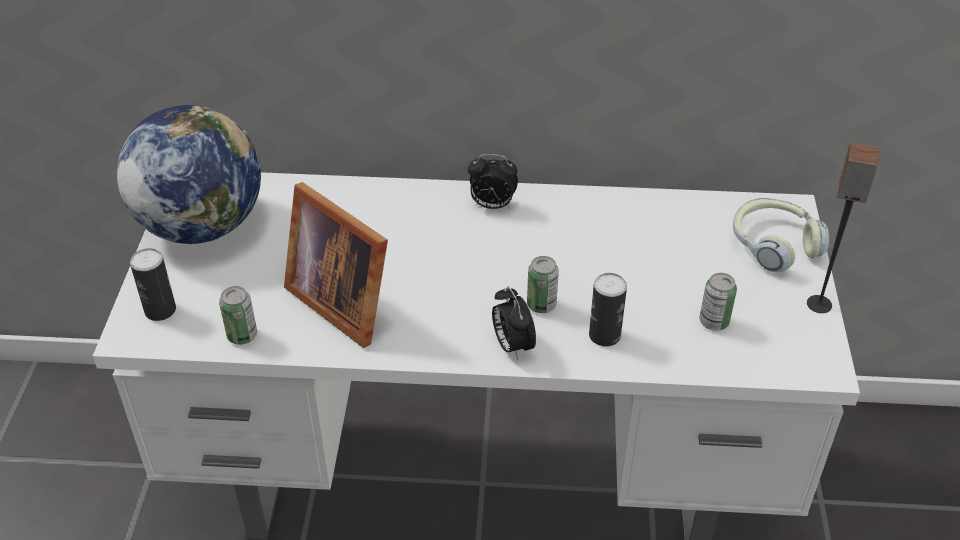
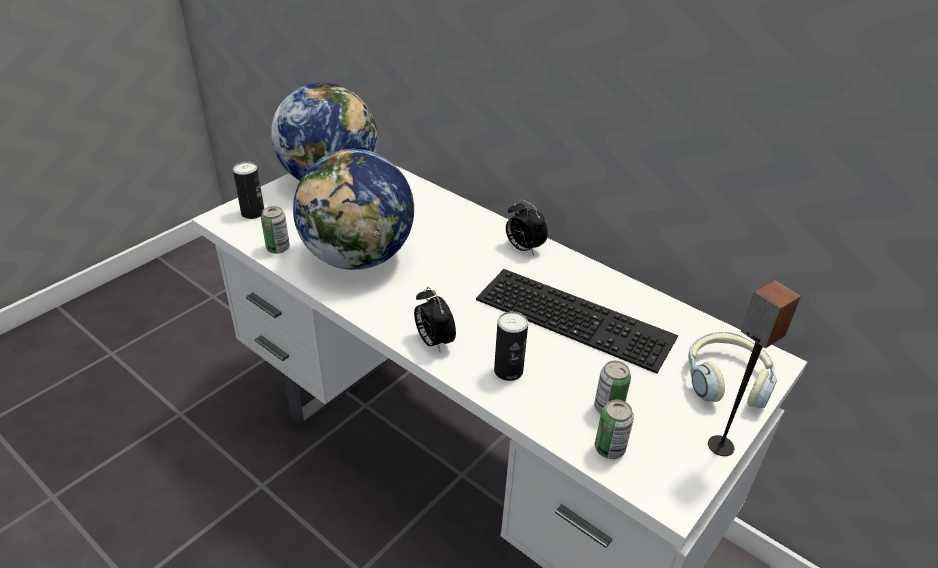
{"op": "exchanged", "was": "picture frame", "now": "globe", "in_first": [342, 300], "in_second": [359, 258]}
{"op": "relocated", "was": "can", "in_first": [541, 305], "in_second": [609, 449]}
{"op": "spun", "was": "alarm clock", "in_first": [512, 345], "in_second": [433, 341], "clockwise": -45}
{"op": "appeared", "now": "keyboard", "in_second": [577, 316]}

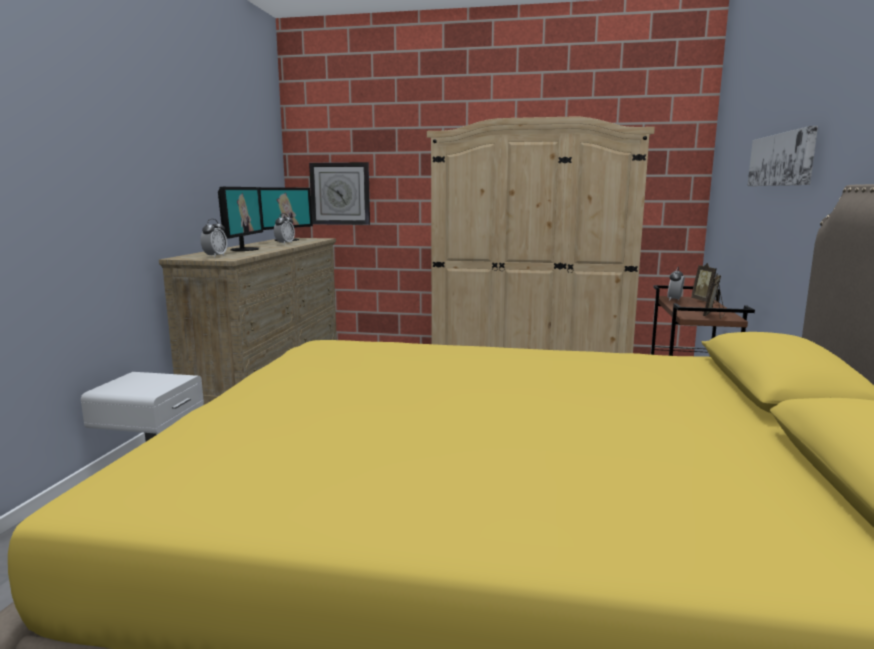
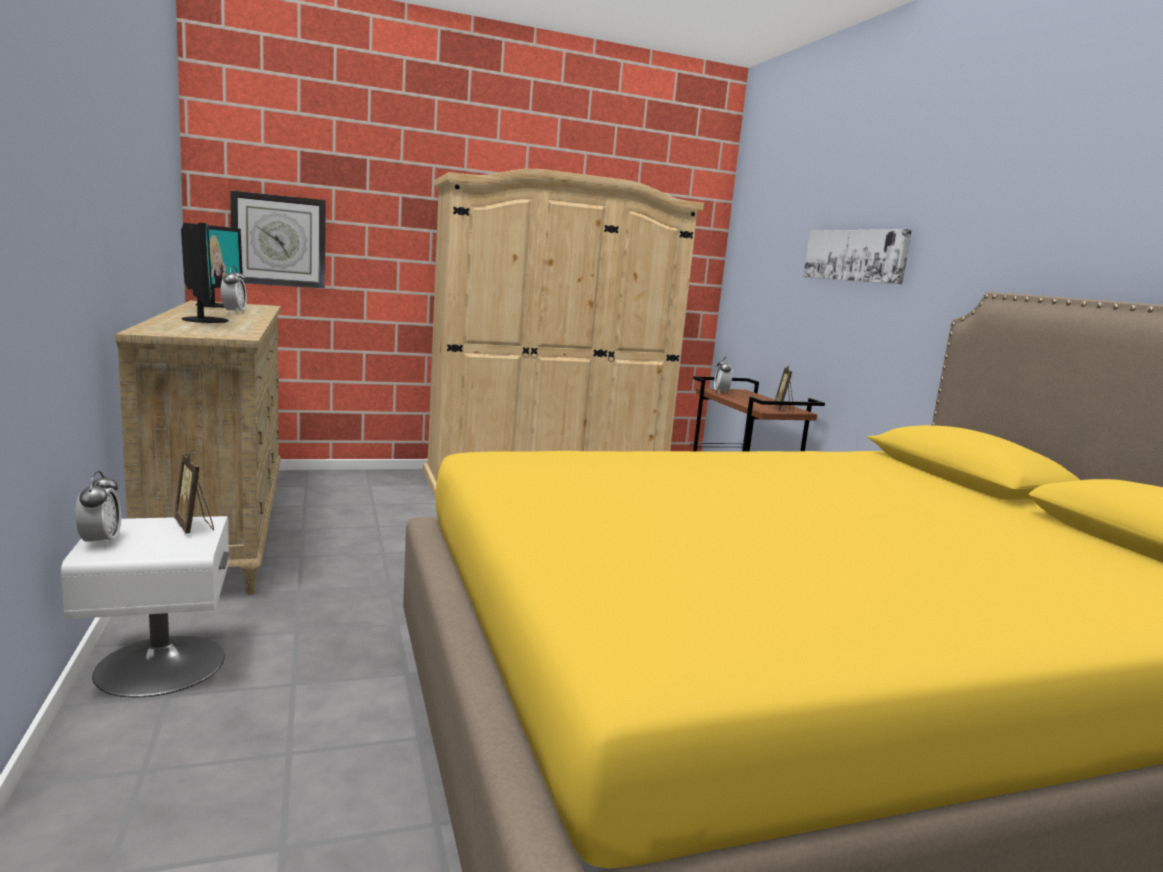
{"op": "relocated", "was": "alarm clock", "in_first": [215, 256], "in_second": [100, 542]}
{"op": "relocated", "was": "picture frame", "in_first": [704, 301], "in_second": [194, 526]}

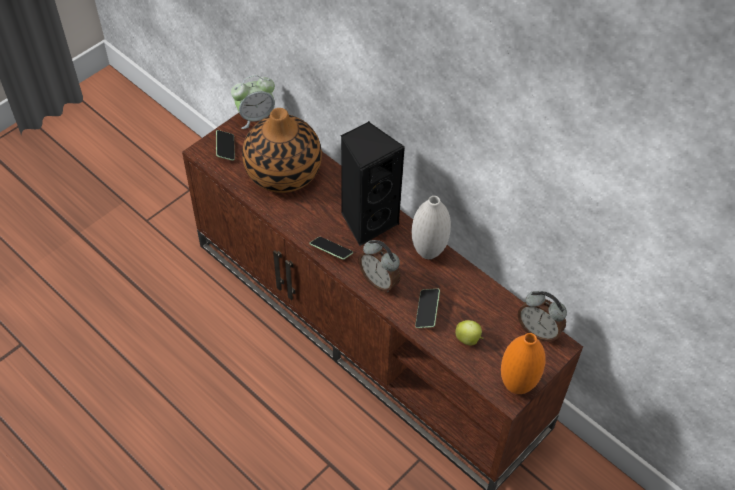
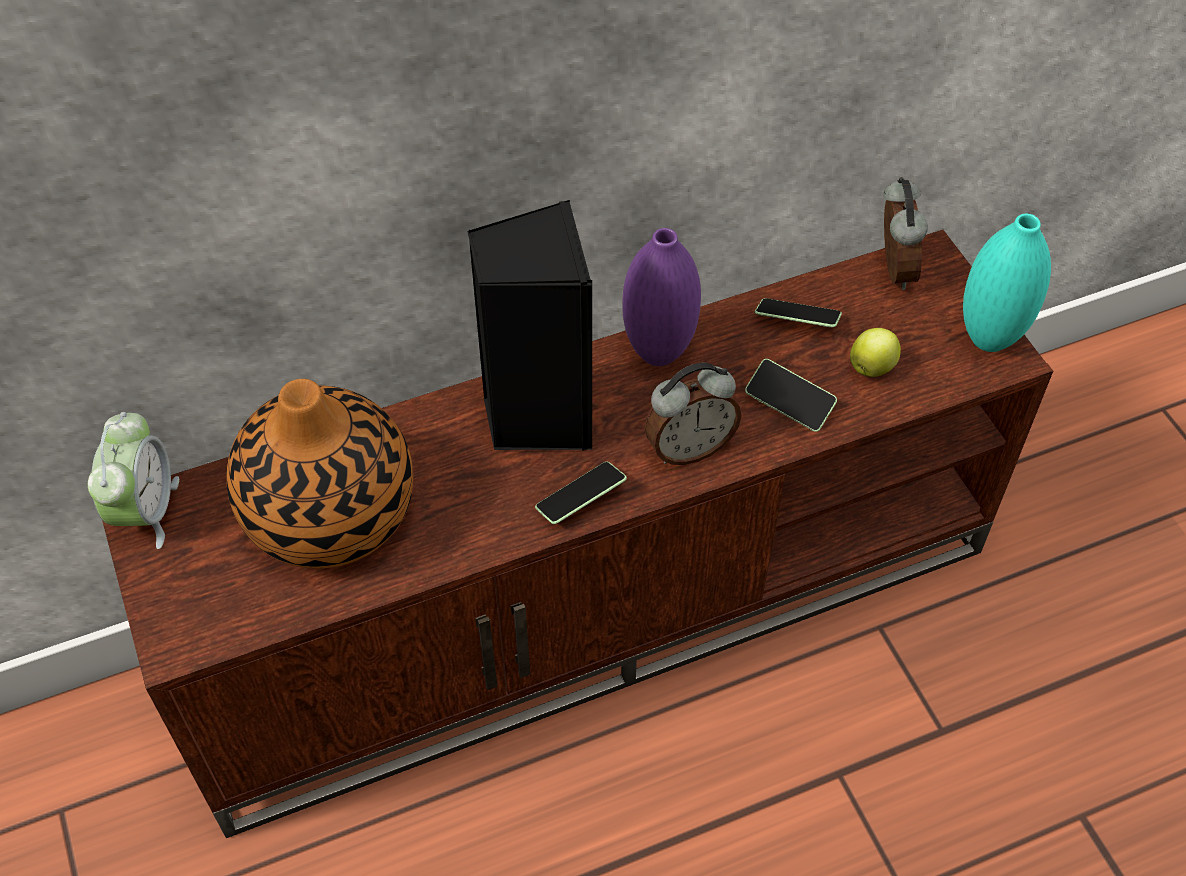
{"op": "relocated", "was": "phone", "in_first": [225, 149], "in_second": [796, 320]}
{"op": "colour", "was": "vase (white)", "now": "vase (purple)", "in_first": [428, 252], "in_second": [658, 352]}
{"op": "spun", "was": "alarm clock", "in_first": [538, 330], "in_second": [892, 270], "clockwise": -60}
{"op": "colour", "was": "vase (orange)", "now": "vase (turquoise)", "in_first": [517, 385], "in_second": [989, 338]}

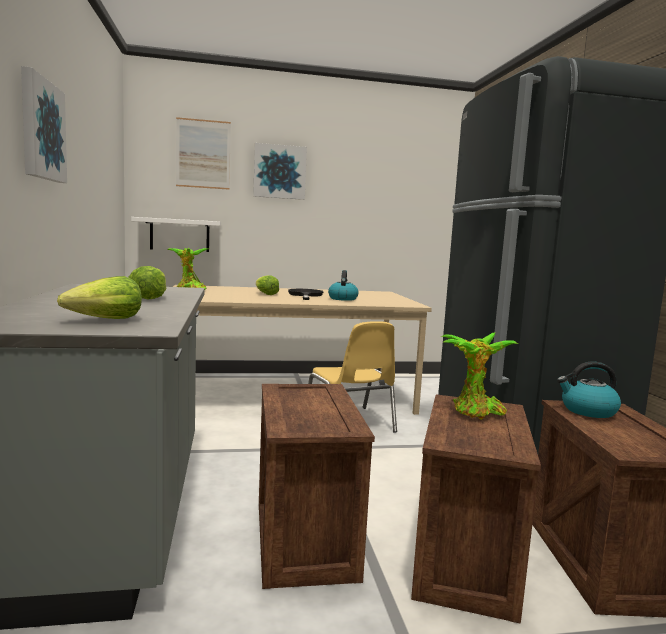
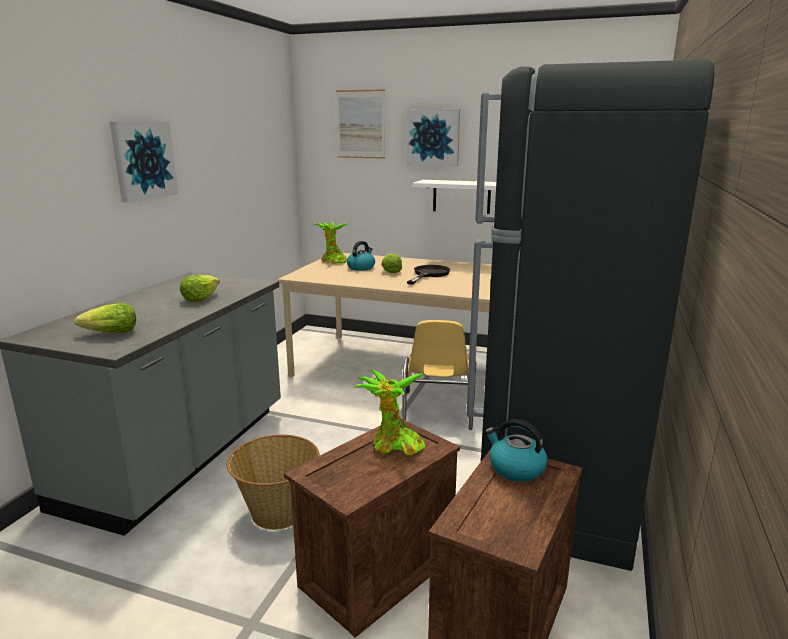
{"op": "relocated", "was": "shelf (white)", "in_first": [180, 235], "in_second": [461, 196]}
{"op": "relocated", "was": "kettle", "in_first": [342, 298], "in_second": [361, 267]}
{"op": "exchanged", "was": "crate", "now": "basket", "in_first": [302, 538], "in_second": [277, 511]}

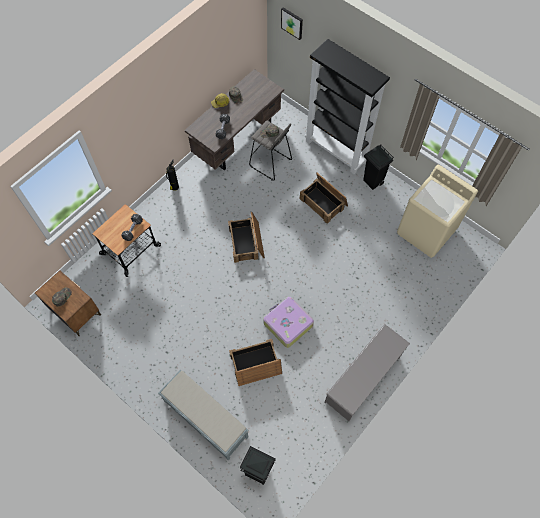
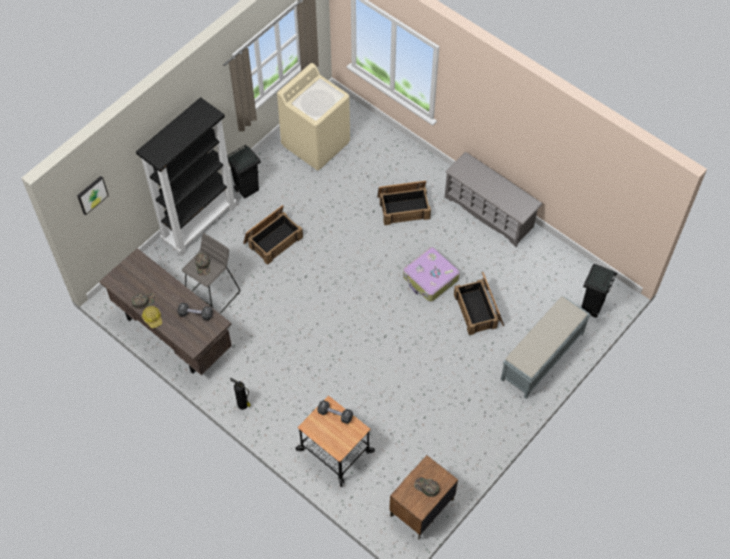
{"op": "relocated", "was": "crate", "in_first": [247, 242], "in_second": [404, 207]}

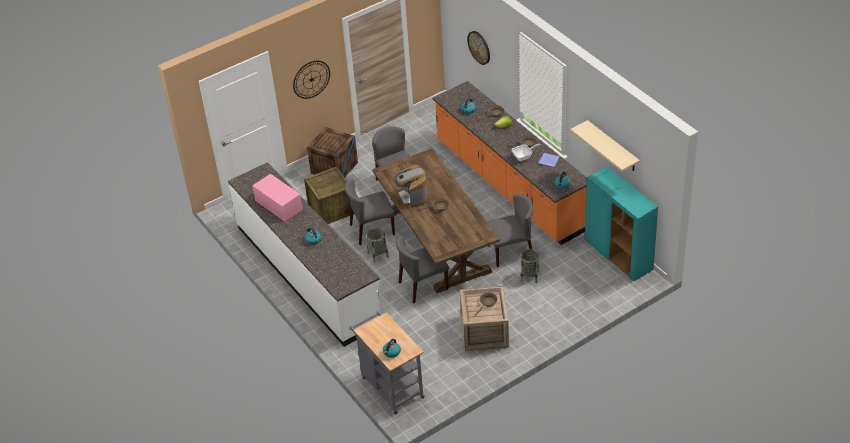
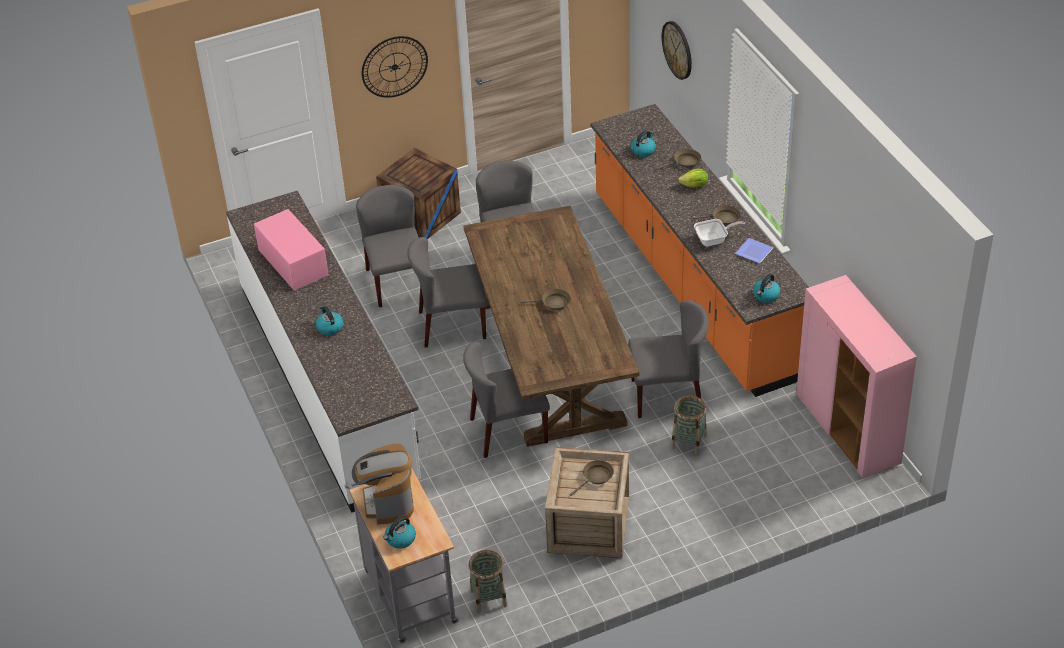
{"op": "missing", "was": "shelf (beige)", "in_first": [612, 146]}
{"op": "relocated", "was": "coffee machine", "in_first": [412, 197], "in_second": [388, 502]}
{"op": "colour", "was": "cabinet (turquoise)", "now": "cabinet (pink)", "in_first": [619, 255], "in_second": [848, 430]}
{"op": "exchanged", "was": "crate", "now": "chair (grey)", "in_first": [331, 209], "in_second": [396, 282]}
{"op": "relocated", "was": "basket", "in_first": [377, 255], "in_second": [488, 598]}

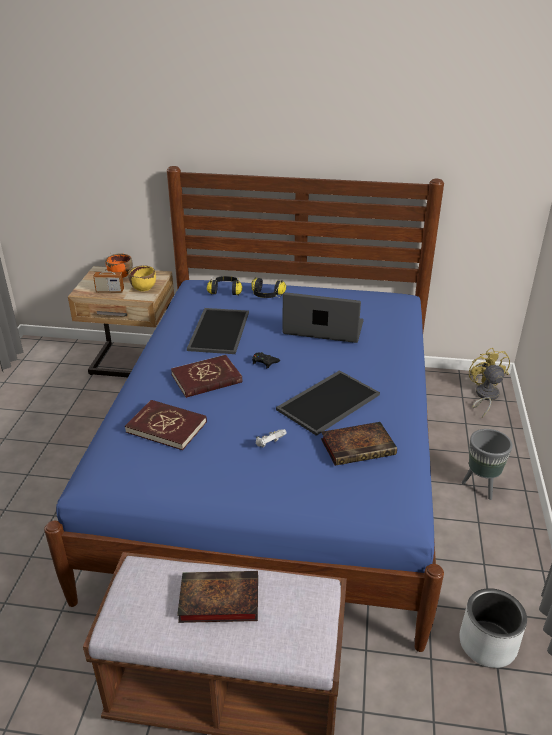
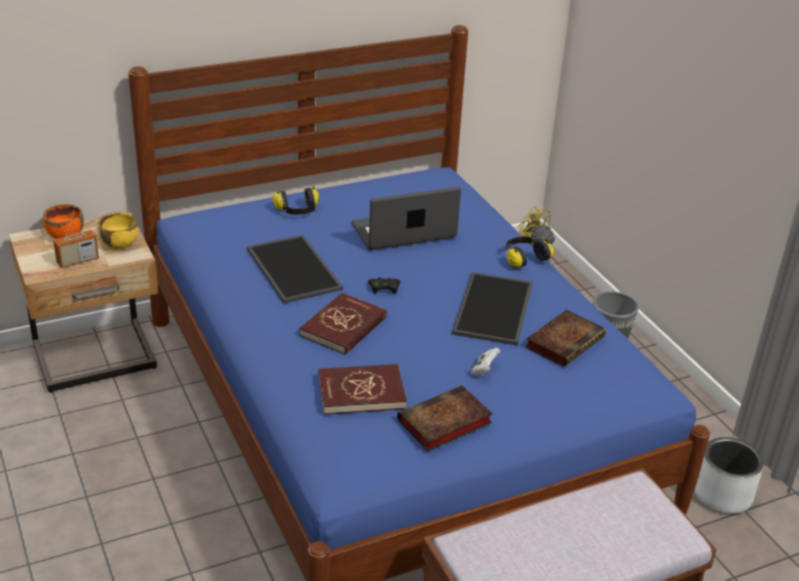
{"op": "relocated", "was": "headphones", "in_first": [225, 291], "in_second": [524, 258]}
{"op": "relocated", "was": "book", "in_first": [217, 600], "in_second": [443, 423]}

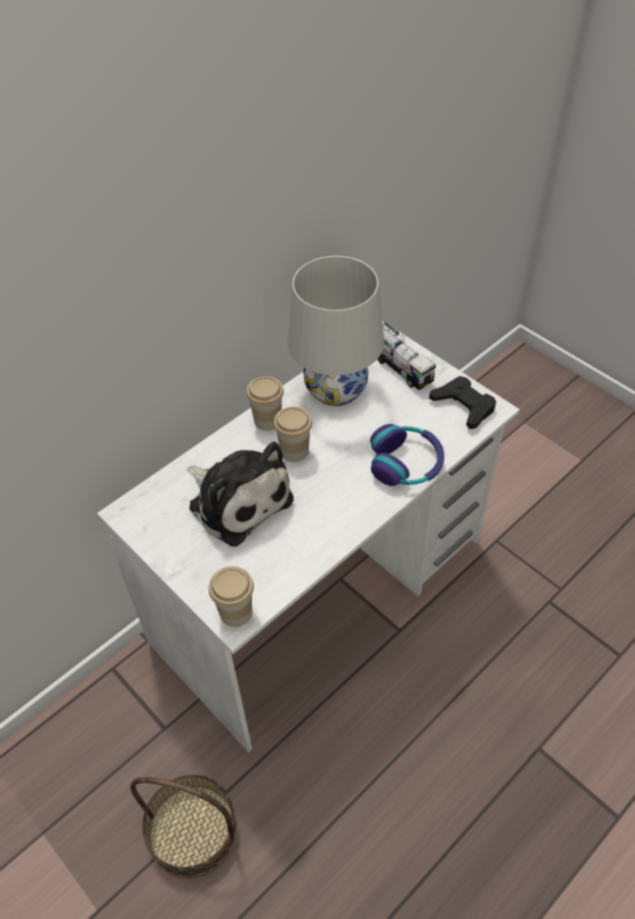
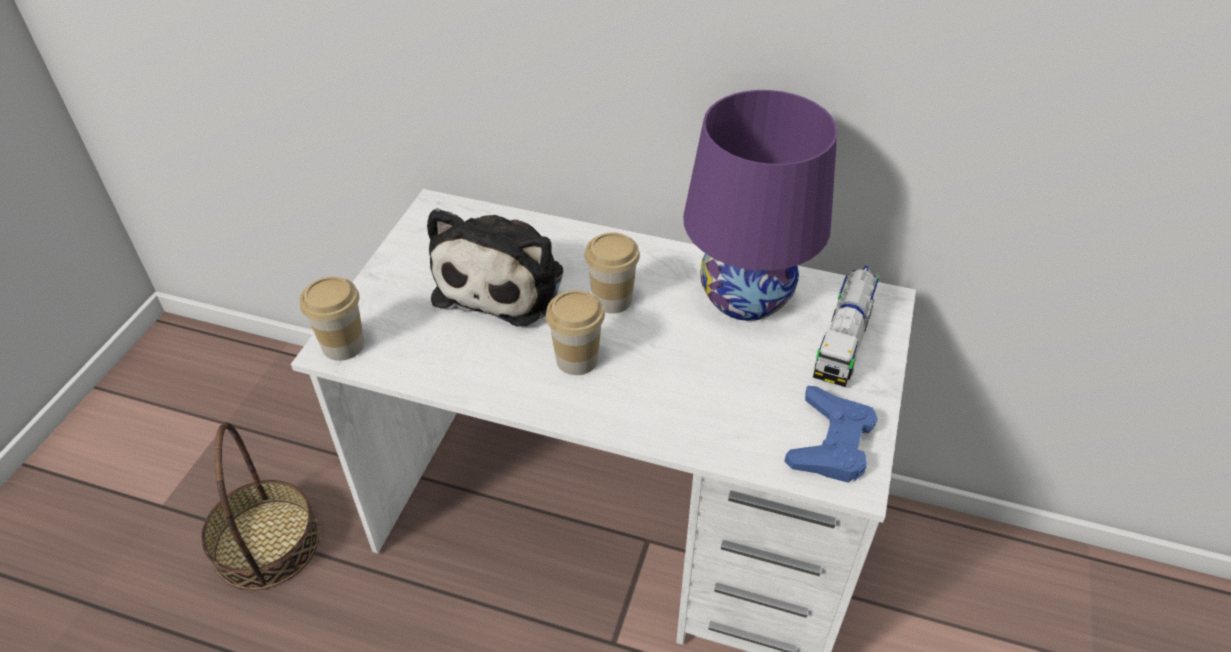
{"op": "colour", "was": "table lamp (white)", "now": "table lamp (purple)", "in_first": [335, 389], "in_second": [745, 296]}
{"op": "relocated", "was": "cup", "in_first": [267, 420], "in_second": [577, 359]}
{"op": "colour", "was": "game controller (black)", "now": "game controller (blue)", "in_first": [463, 406], "in_second": [830, 442]}
{"op": "missing", "was": "headphones", "in_first": [406, 463]}

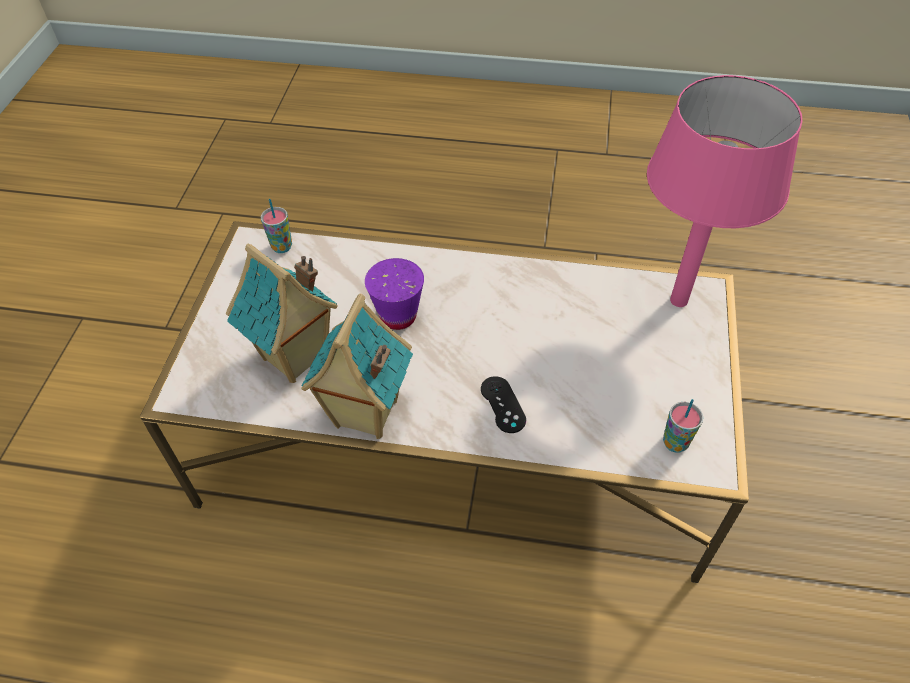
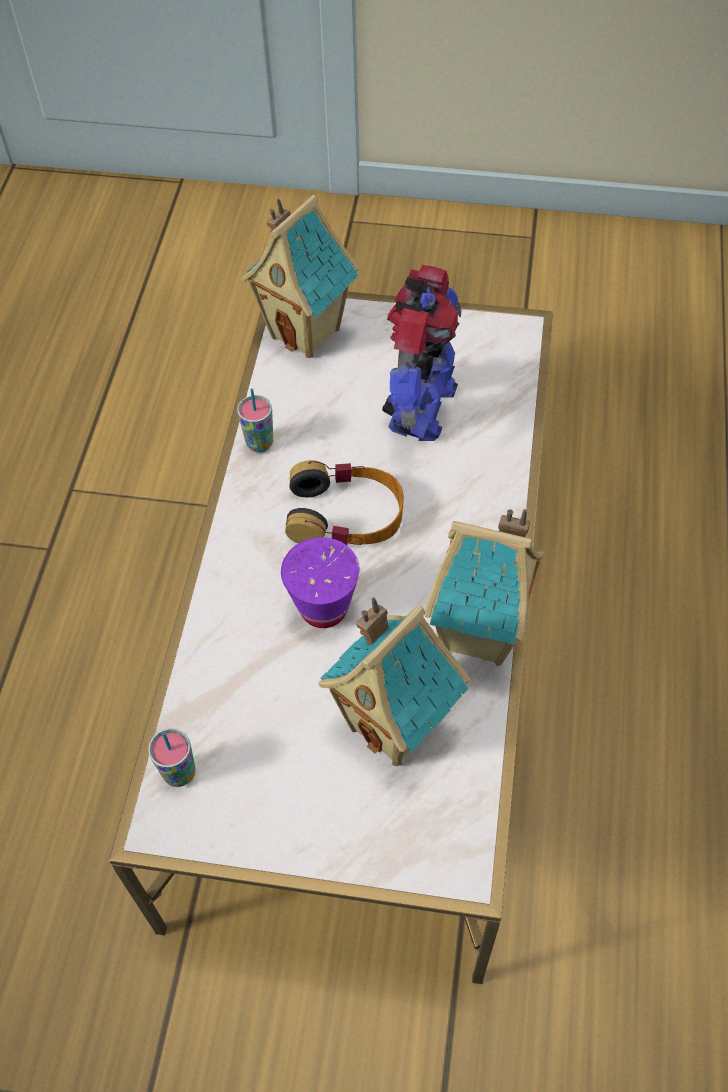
{"op": "exchanged", "was": "table lamp (pink)", "now": "toy house", "in_first": [678, 301], "in_second": [307, 332]}
{"op": "missing", "was": "game controller (black)", "in_first": [503, 404]}
{"op": "relocated", "was": "cup", "in_first": [675, 443], "in_second": [260, 443]}
{"op": "appeared", "now": "toy robot", "in_second": [419, 408]}
{"op": "appeared", "now": "headphones", "in_second": [346, 515]}

